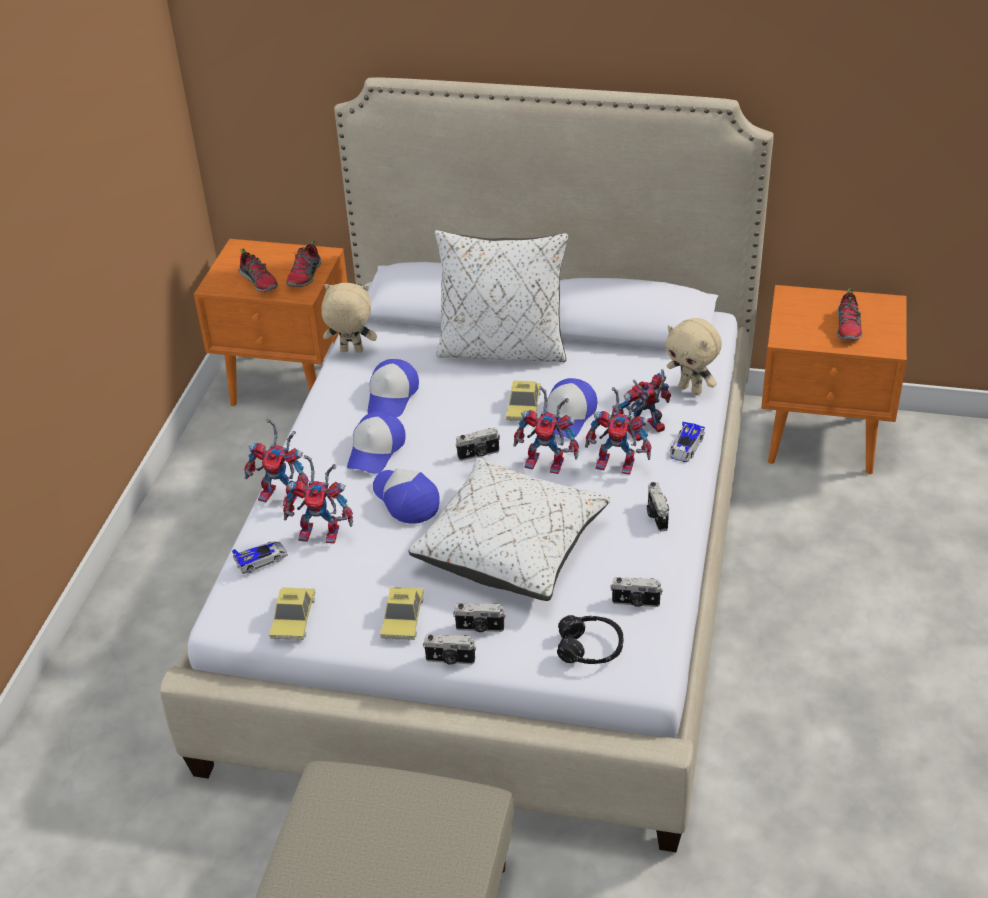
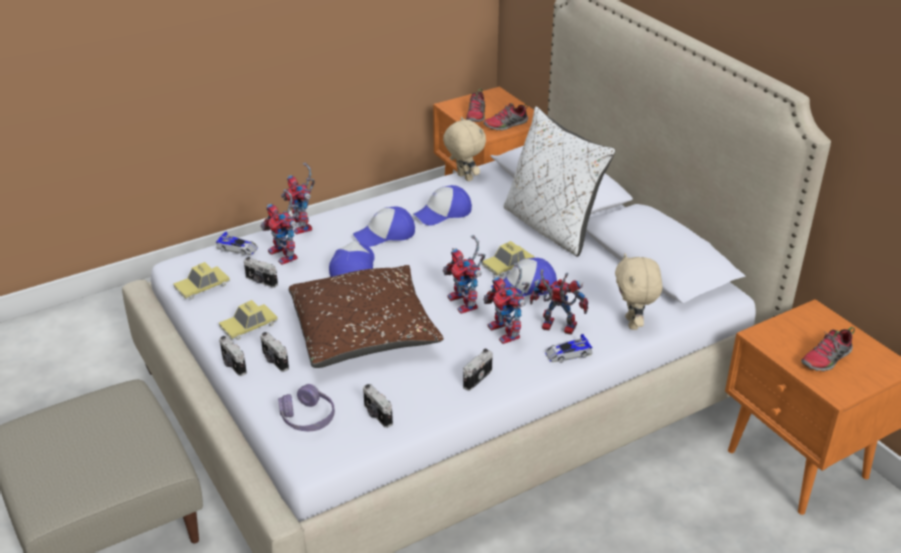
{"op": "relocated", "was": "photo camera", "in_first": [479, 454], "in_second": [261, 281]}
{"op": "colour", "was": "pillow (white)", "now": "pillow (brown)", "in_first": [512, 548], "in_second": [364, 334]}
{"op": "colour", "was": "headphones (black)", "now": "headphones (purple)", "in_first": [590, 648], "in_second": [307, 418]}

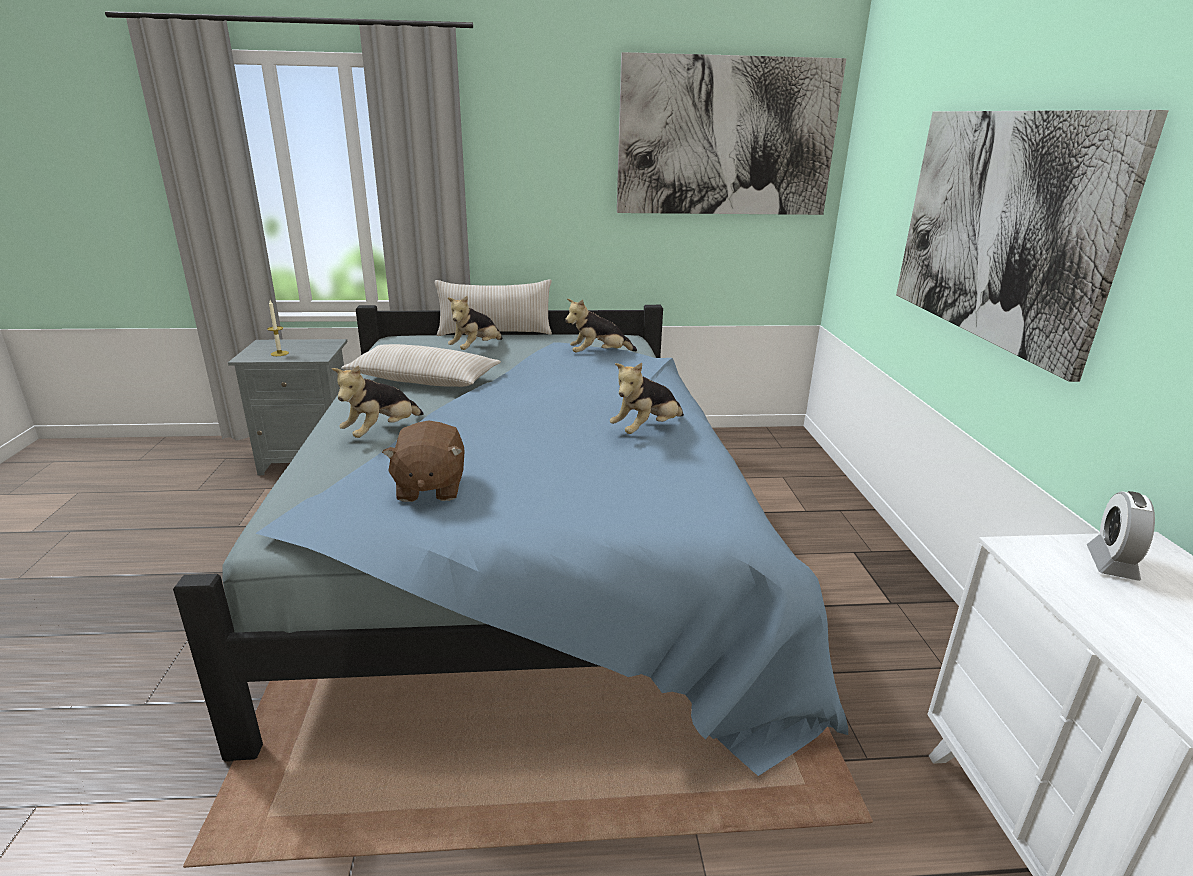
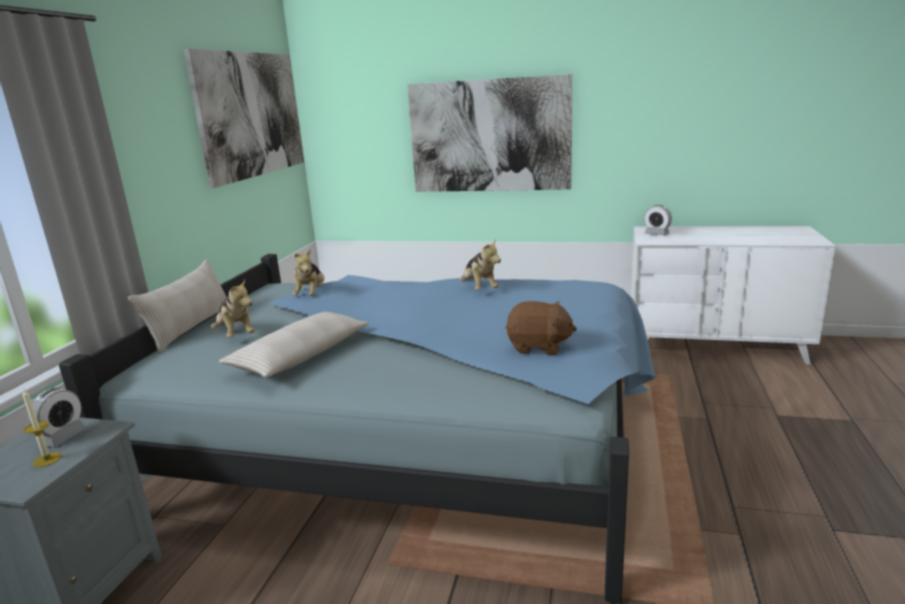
{"op": "missing", "was": "plush toy", "in_first": [382, 432]}
{"op": "appeared", "now": "alarm clock", "in_second": [63, 437]}

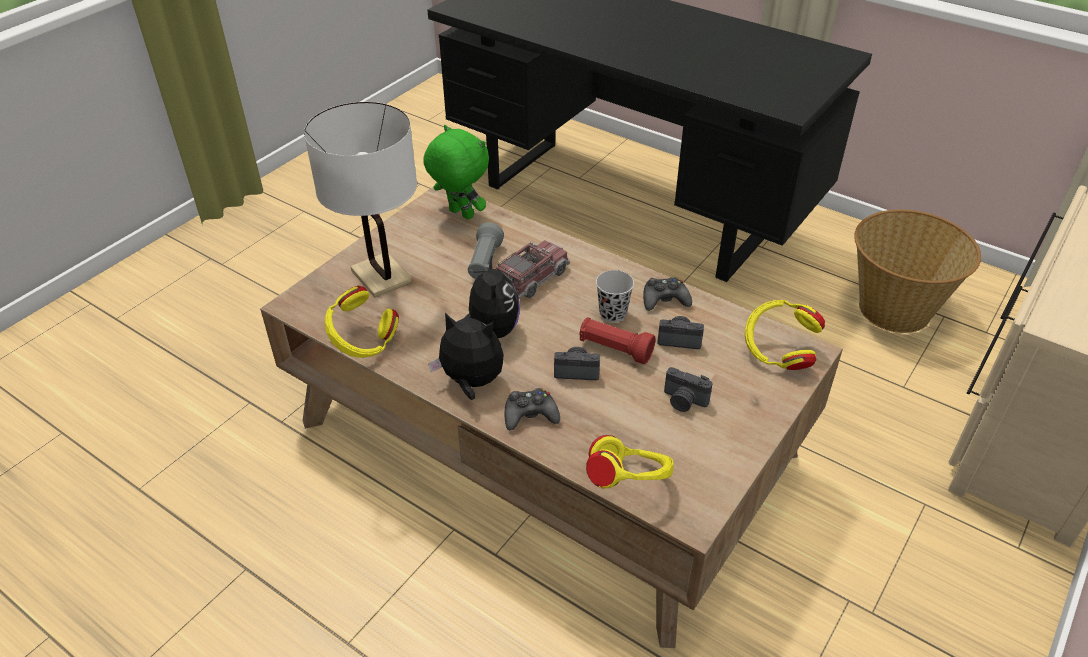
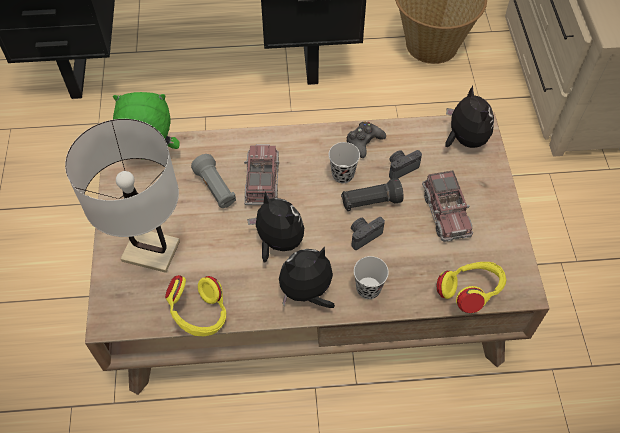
{"op": "exchanged", "was": "headphones (yellow)", "now": "plush toy", "in_first": [778, 353], "in_second": [464, 139]}
{"op": "colour", "was": "flashlight (red)", "now": "flashlight (black)", "in_first": [615, 349], "in_second": [370, 202]}
{"op": "exchanged", "was": "photo camera", "now": "toy truck", "in_first": [683, 401], "in_second": [445, 212]}
{"op": "exchanged", "was": "game controller (black)", "now": "cup (black)", "in_first": [530, 415], "in_second": [368, 289]}

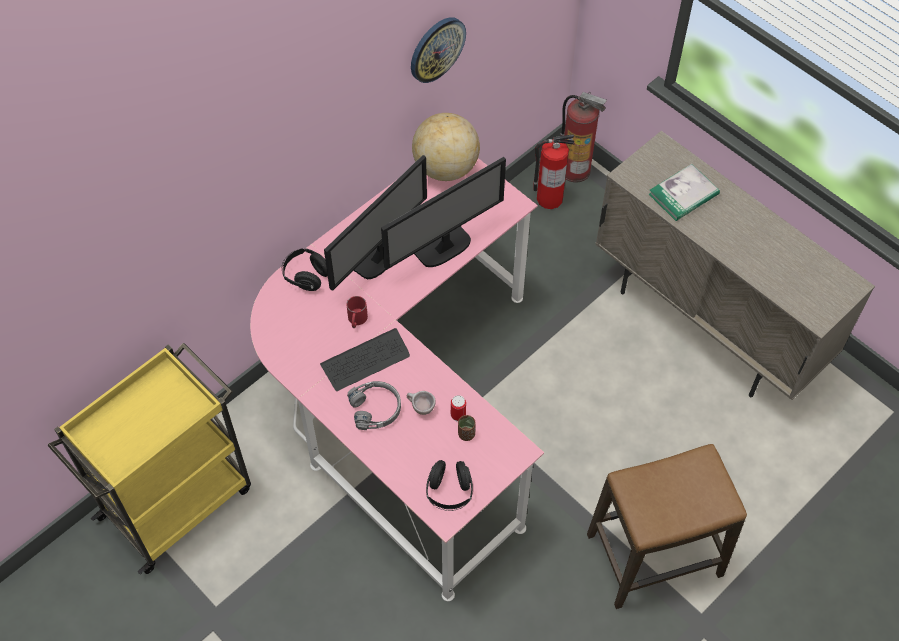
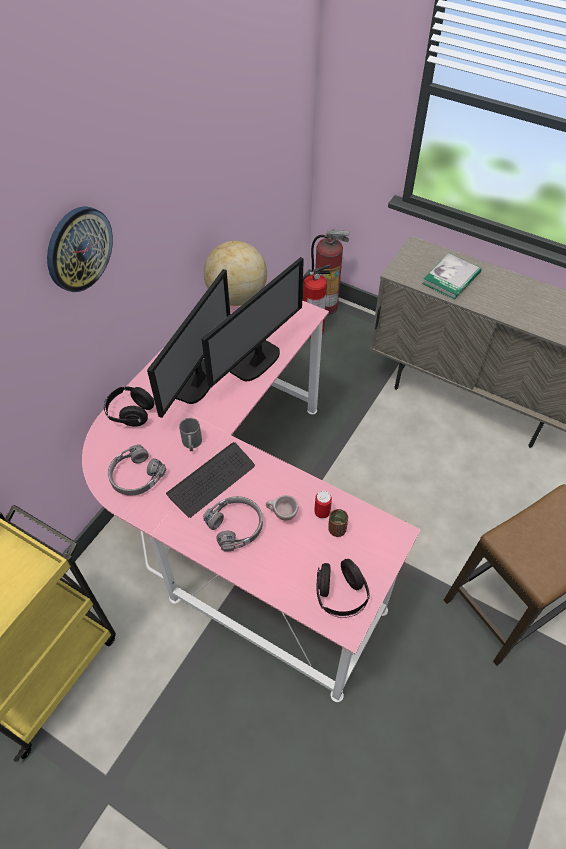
{"op": "relocated", "was": "wall clock", "in_first": [436, 49], "in_second": [78, 249]}
{"op": "colour", "was": "mug (red)", "now": "mug (grey)", "in_first": [356, 320], "in_second": [192, 443]}
{"op": "appeared", "now": "headphones (grey)", "in_second": [135, 476]}

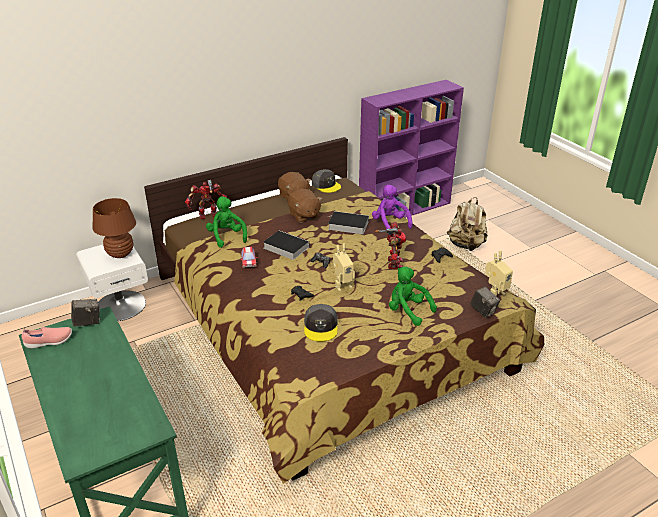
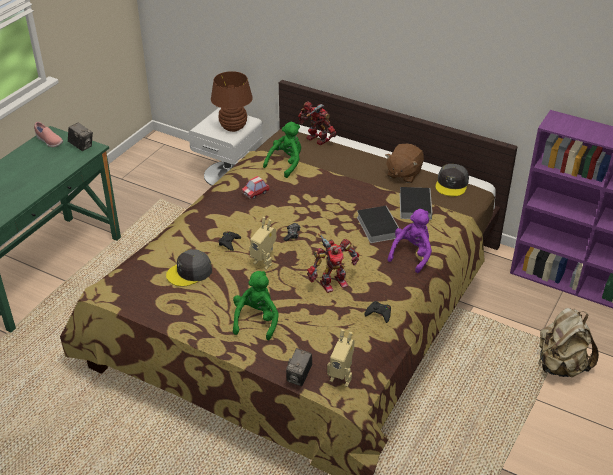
{"op": "missing", "was": "plush toy (brown)", "in_first": [304, 216]}
{"op": "relocated", "was": "book", "in_first": [284, 247], "in_second": [414, 205]}

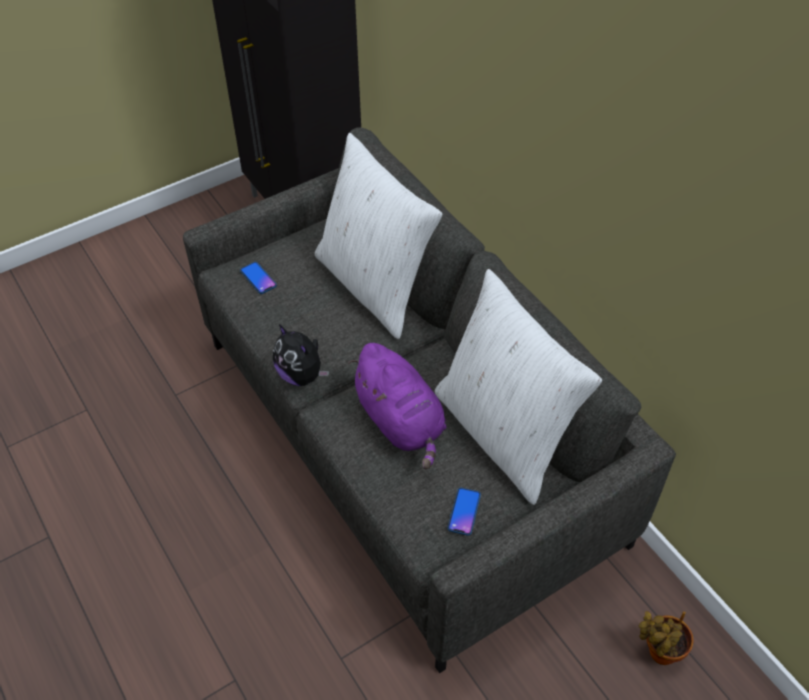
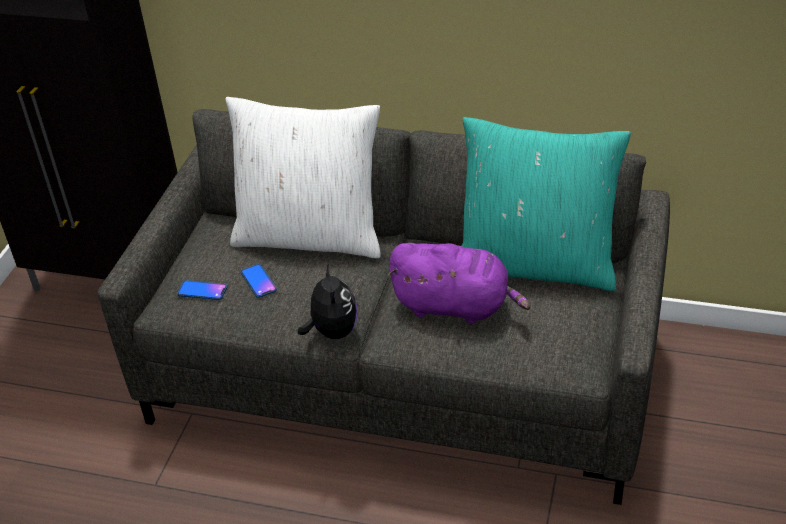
{"op": "colour", "was": "pillow (white)", "now": "pillow (turquoise)", "in_first": [503, 433], "in_second": [536, 264]}
{"op": "spun", "was": "plush toy", "in_first": [302, 375], "in_second": [332, 331], "clockwise": -105}
{"op": "relocated", "was": "phone", "in_first": [464, 512], "in_second": [258, 281]}
{"op": "missing", "was": "potted plant", "in_first": [659, 652]}

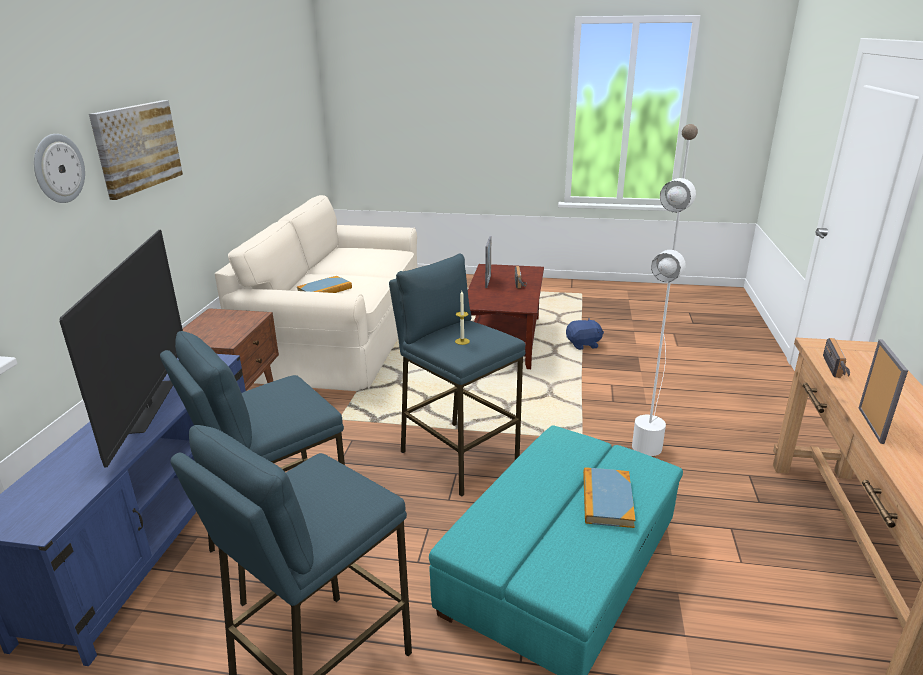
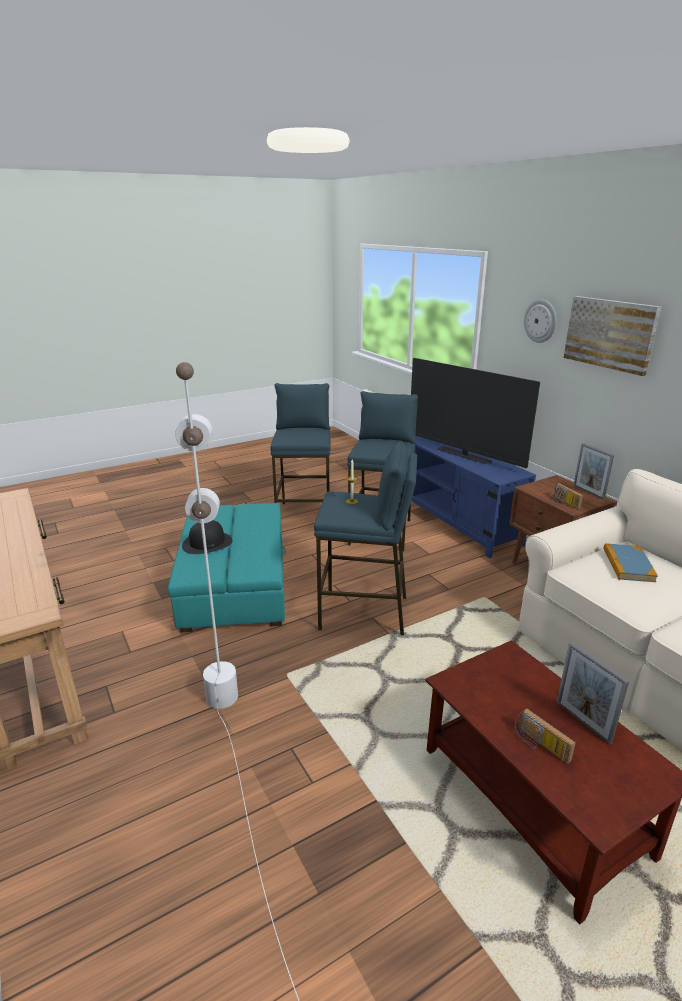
{"op": "missing", "was": "plush toy (blue)", "in_first": [583, 344]}
{"op": "relocated", "was": "radio", "in_first": [837, 368], "in_second": [563, 502]}
{"op": "relocated", "was": "picture frame", "in_first": [870, 425], "in_second": [588, 492]}
{"op": "exchanged", "was": "book", "now": "hat (black)", "in_first": [607, 500], "in_second": [207, 543]}

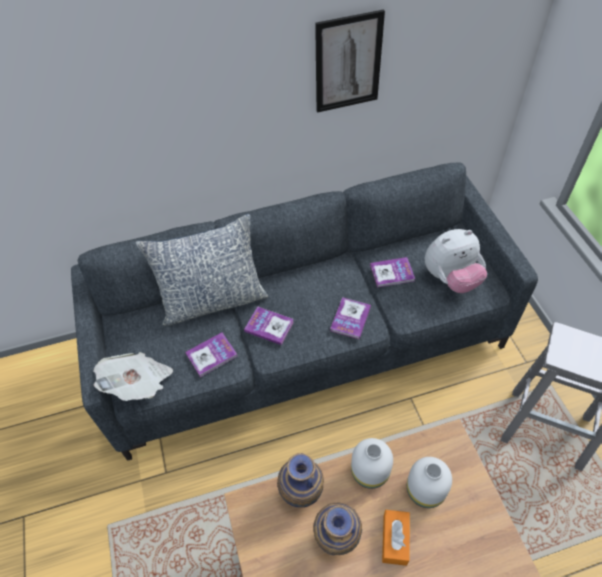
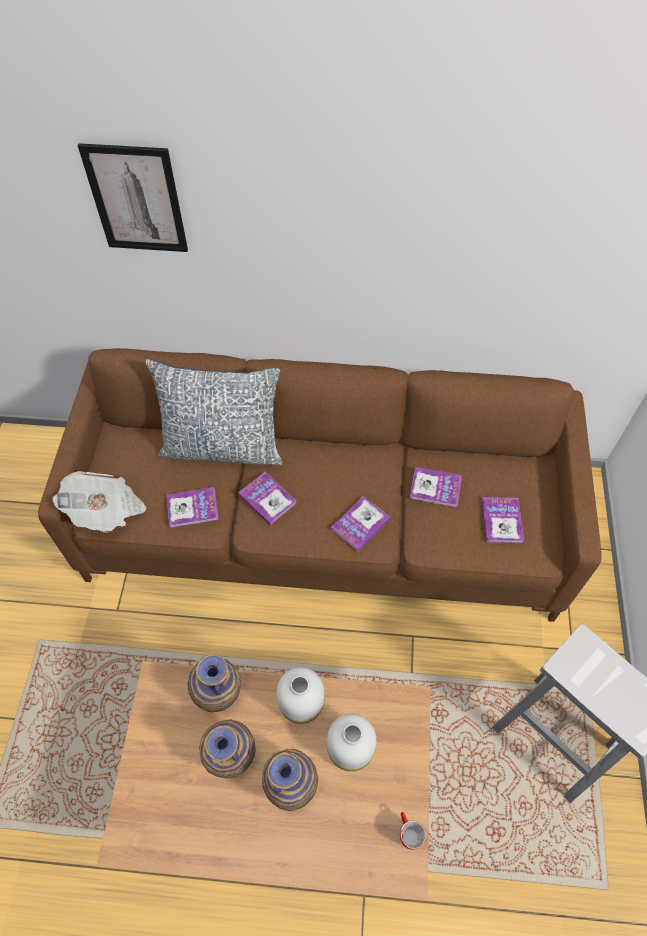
{"op": "relocated", "was": "picture", "in_first": [348, 63], "in_second": [136, 200]}
{"op": "colour", "was": "sofa (grey)", "now": "sofa (brown)", "in_first": [303, 342], "in_second": [323, 525]}
{"op": "exchanged", "was": "plush toy", "now": "book", "in_first": [451, 279], "in_second": [501, 521]}
{"op": "exchanged", "was": "tissue box (orange)", "now": "vase", "in_first": [395, 539], "in_second": [291, 786]}
{"op": "appeared", "now": "mug", "in_second": [407, 832]}

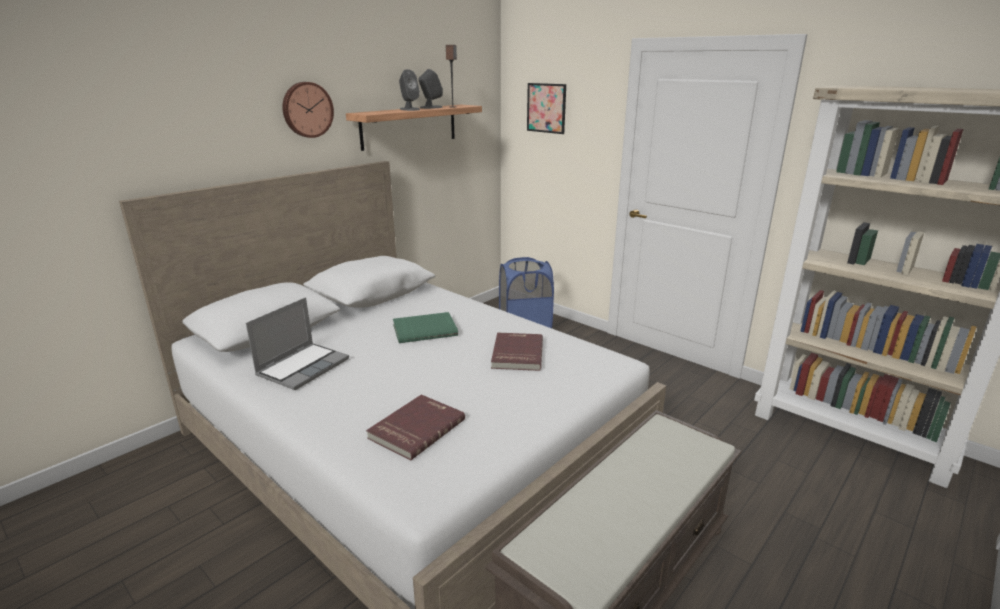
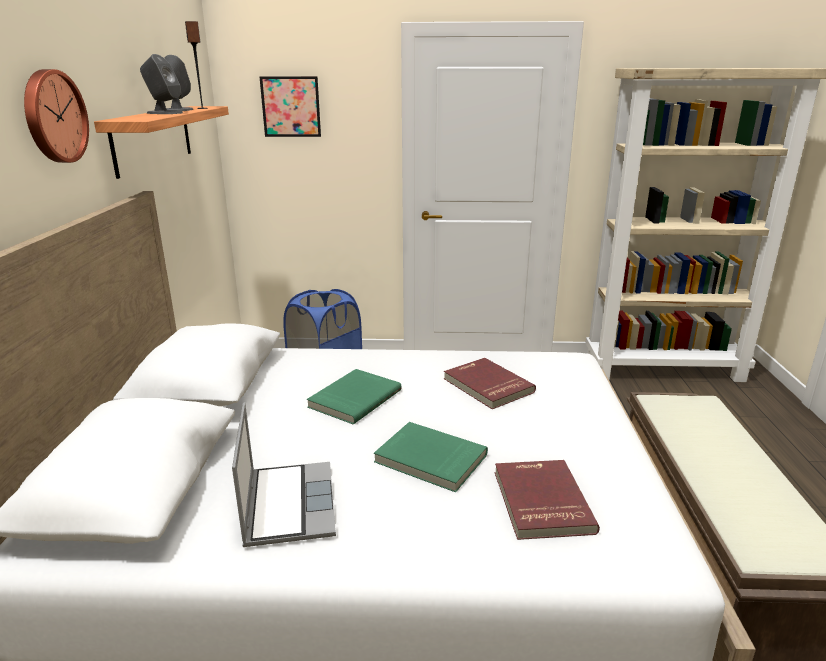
{"op": "appeared", "now": "book (green)", "in_second": [430, 459]}

